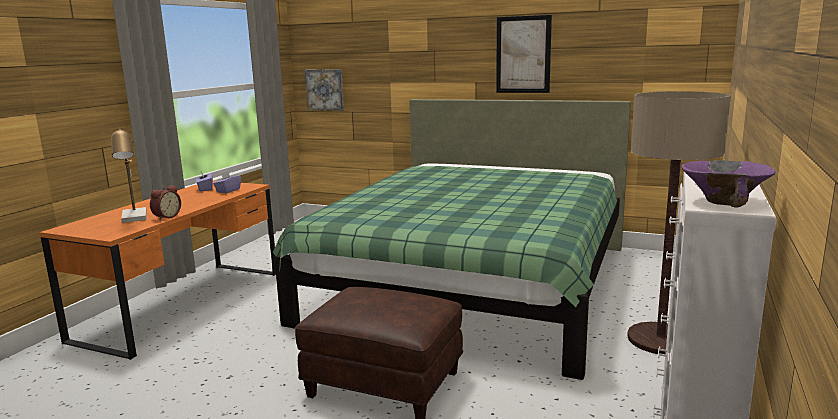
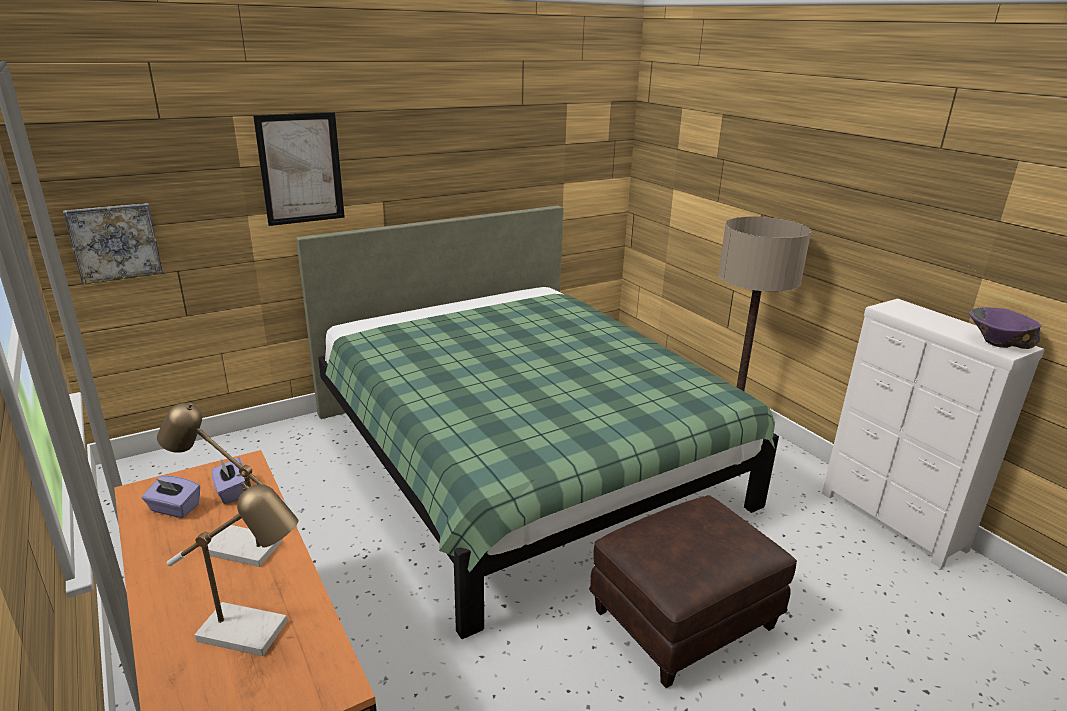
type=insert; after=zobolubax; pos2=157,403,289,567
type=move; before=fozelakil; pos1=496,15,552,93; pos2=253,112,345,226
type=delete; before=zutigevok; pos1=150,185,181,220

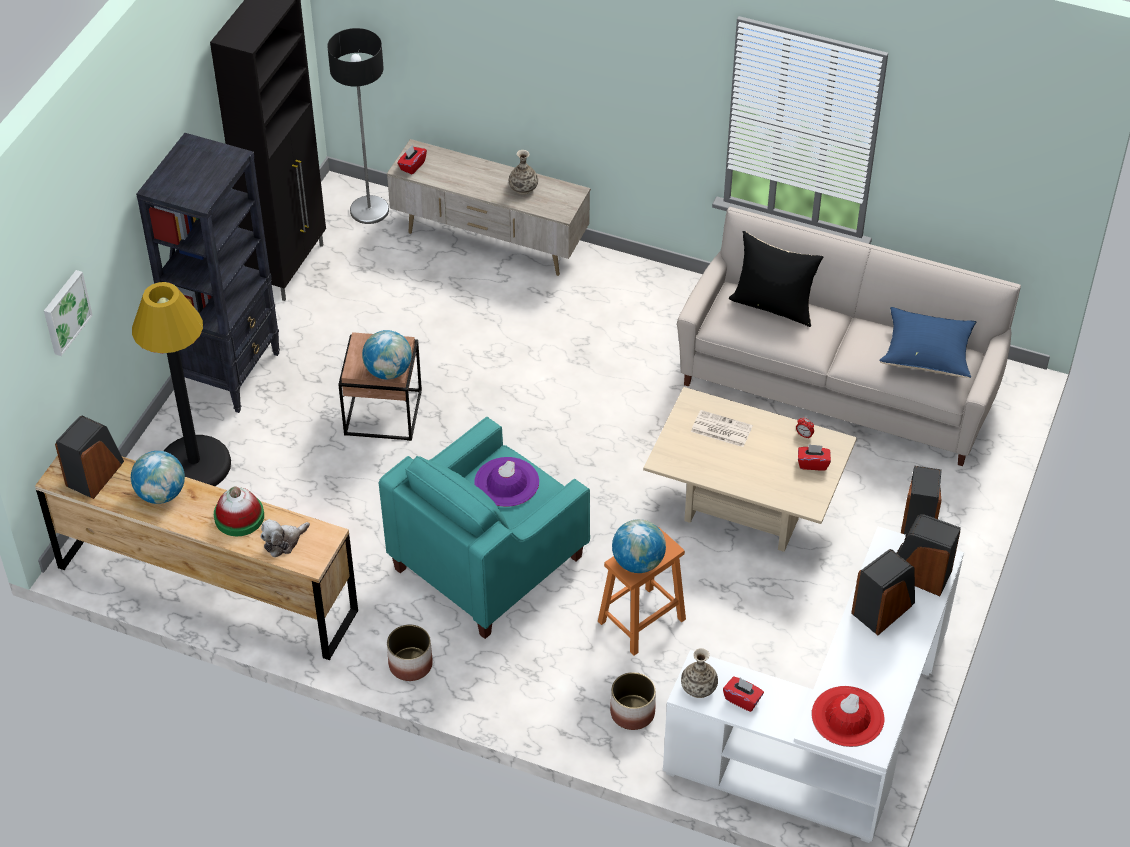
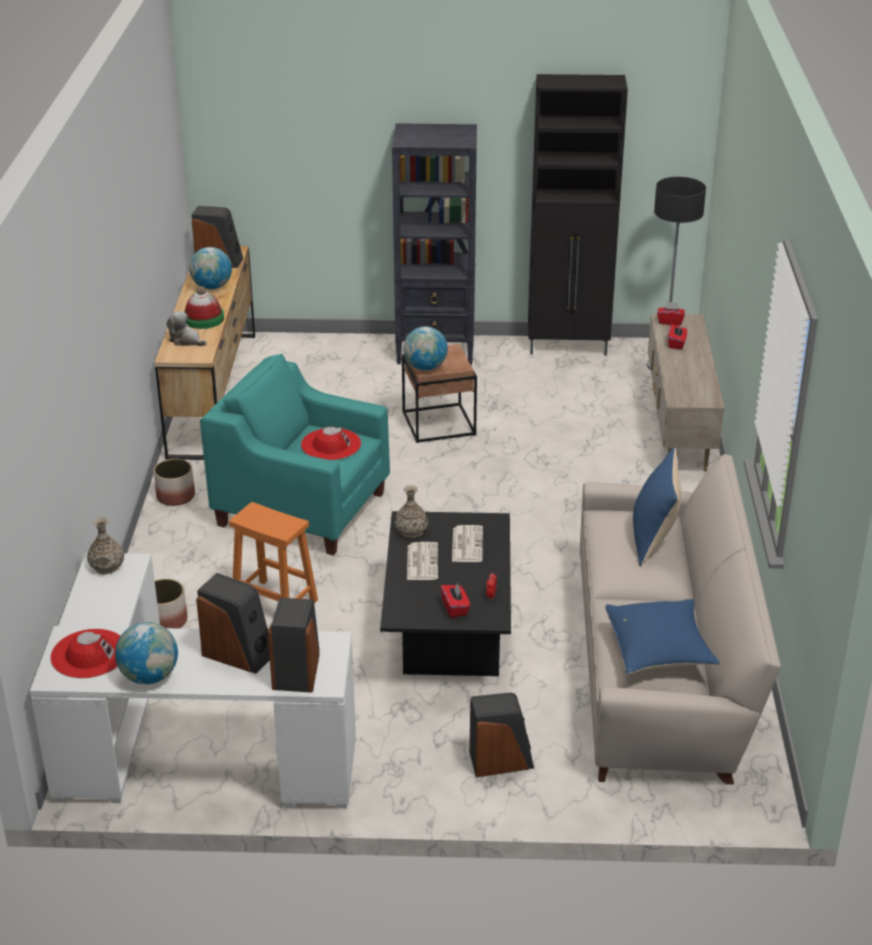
type=move; before=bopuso; pos1=612,519,666,573; pos2=115,622,178,684
type=recolor; before=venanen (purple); after=venanen (red); pos1=474,457,539,507; pos2=301,427,361,460
type=recolor; before=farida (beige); after=farida (black); pos1=643,387,857,552; pos2=380,511,511,676
type=move; before=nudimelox; pos1=509,150,538,194; pos2=394,485,428,538
type=insert; after=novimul; pos2=407,542,438,580
type=recolor; before=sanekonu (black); after=sanekonu (blue); pos1=729,231,823,327; pos2=633,448,681,566
type=move; before=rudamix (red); pos1=723,677,764,712; pos2=668,324,687,349
type=delete; before=fozelakil; pos1=44,270,93,356
type=delete; before=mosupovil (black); pos1=132,282,231,486

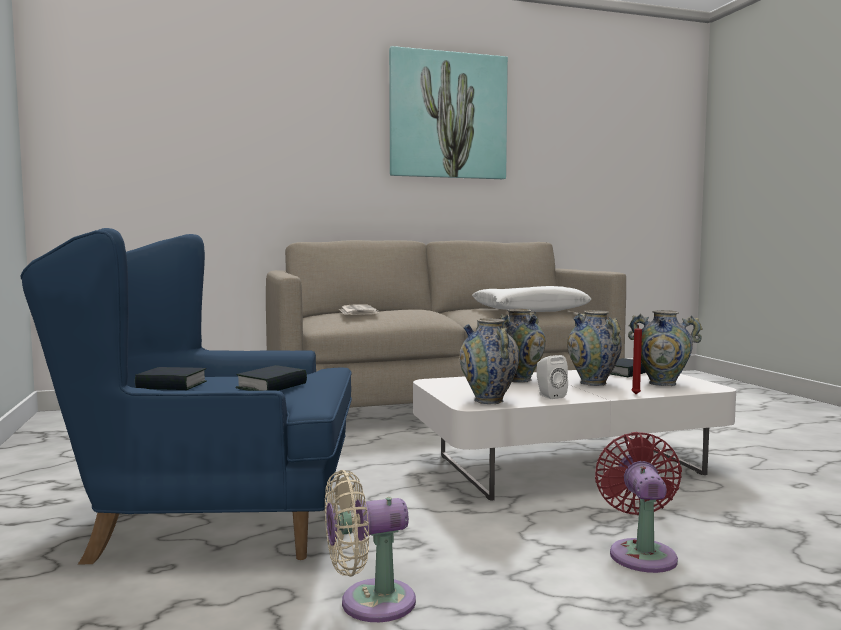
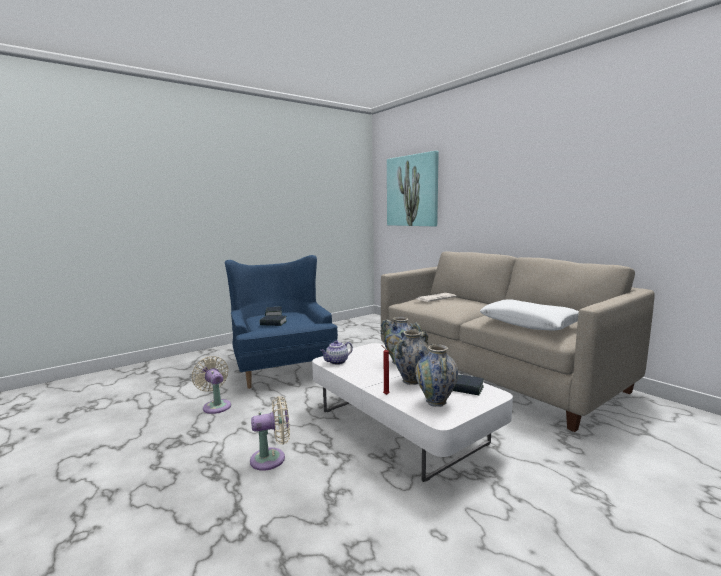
type=recolor; before=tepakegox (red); after=tepakegox (beige); pos1=595,432,682,573; pos2=250,396,290,471
type=replace; before=nudimelox; after=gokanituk; pos1=459,318,520,404; pos2=320,340,353,365
type=move; before=fozelakil; pos1=389,46,508,179; pos2=387,151,439,227
type=delete; before=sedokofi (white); pos1=537,355,568,399

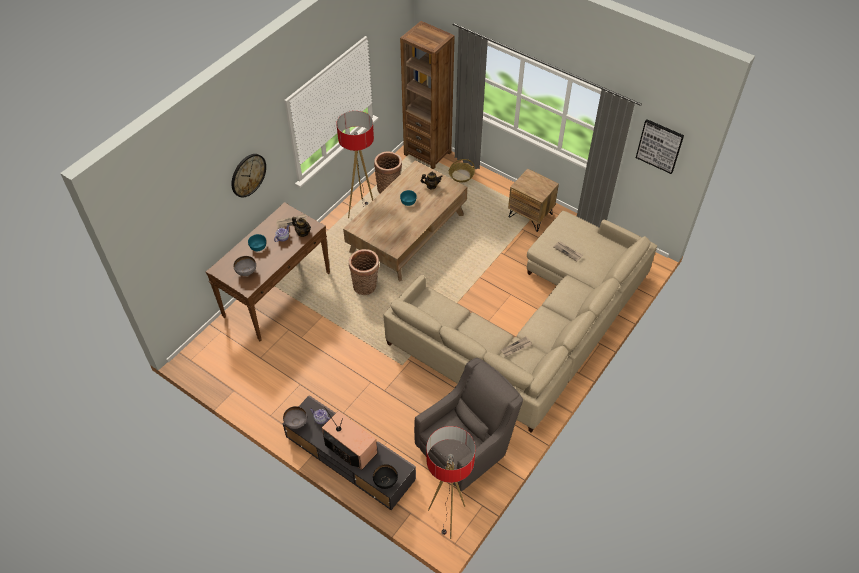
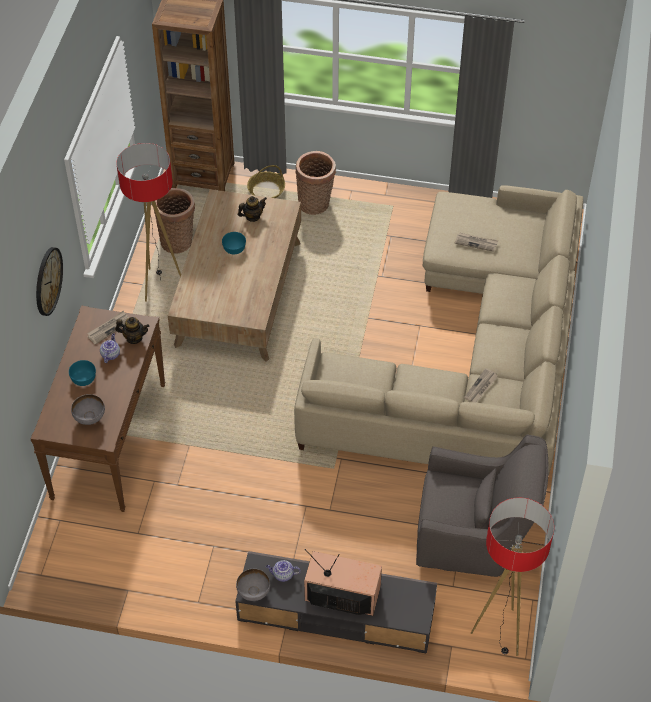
type=move; before=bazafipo; pos1=349,249,379,295; pos2=295,151,336,215
type=rotate; before=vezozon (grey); pos1=414,358,523,491; pos2=416,435,549,577; turn=75
type=delete; before=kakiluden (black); pos1=373,464,398,489
type=delete; before=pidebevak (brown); pos1=508,169,559,232
type=delete; before=fozelakil; pos1=636,119,684,174

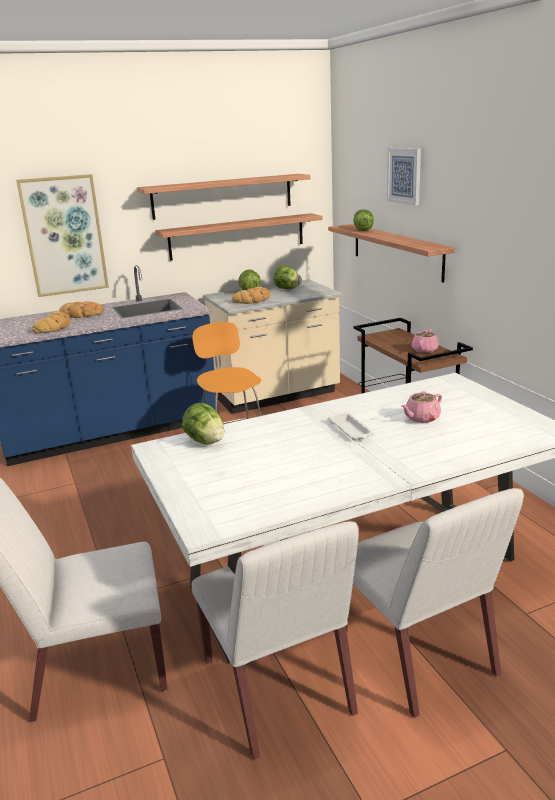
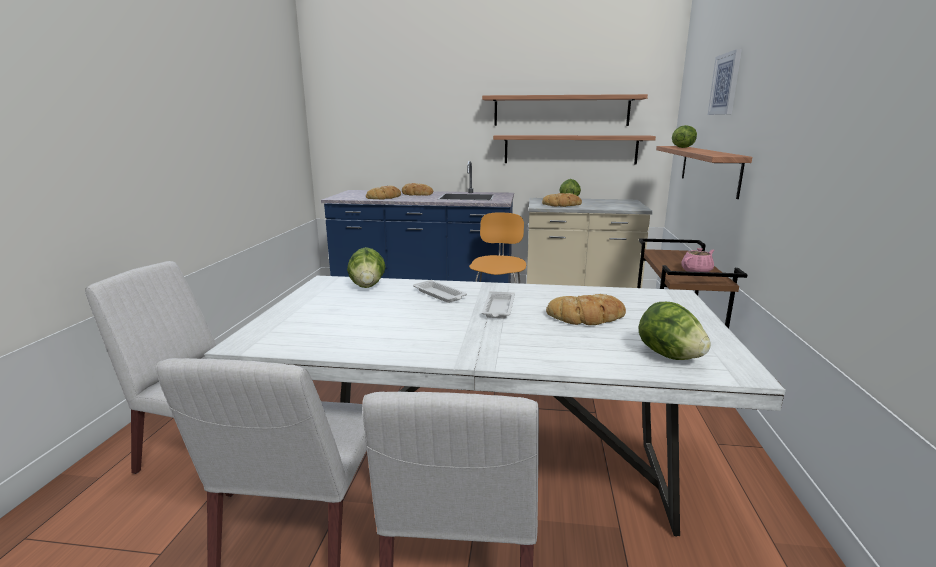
type=insert; after=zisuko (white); pos2=413,280,467,303
type=replace; before=gokanituk (pink); after=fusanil; pos1=401,391,442,423; pos2=546,294,626,325
type=move; before=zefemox; pos1=273,266,302,289; pos2=639,302,711,360
type=delete; before=fozelakil; pos1=16,174,109,297

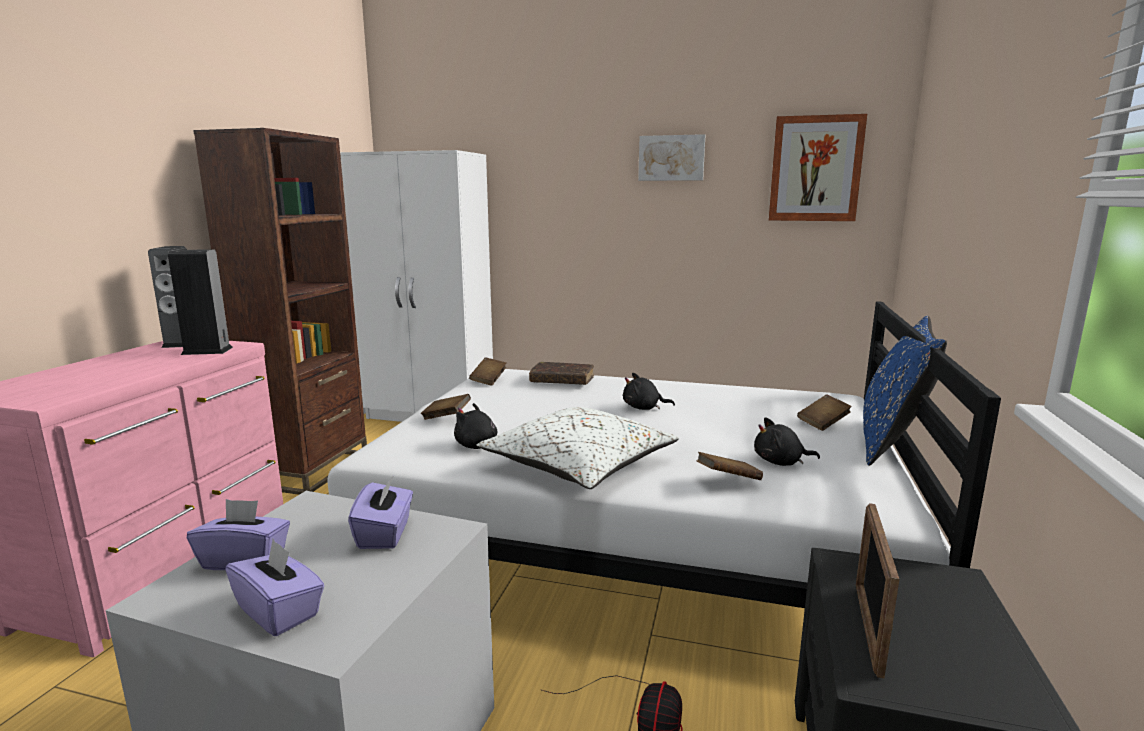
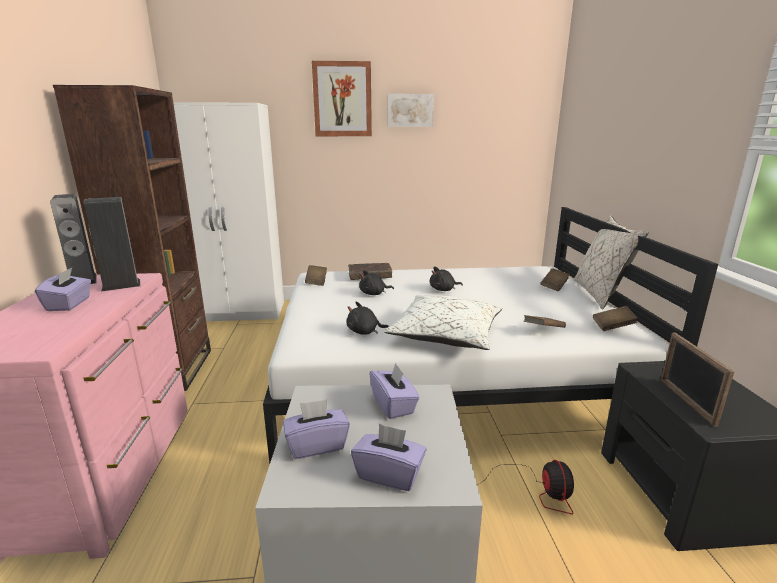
type=insert; after=rudamix (purple); pos2=35,268,91,311
type=move; before=fozelakil; pos1=769,114,867,221; pos2=312,61,372,136
type=move; before=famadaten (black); pos1=754,417,820,466; pos2=359,270,394,295
type=recolor; before=sanekonu (blue); after=sanekonu (beige); pos1=863,316,947,466; pos2=574,215,649,309
type=move; before=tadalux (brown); pos1=421,394,471,420; pos2=593,306,638,331

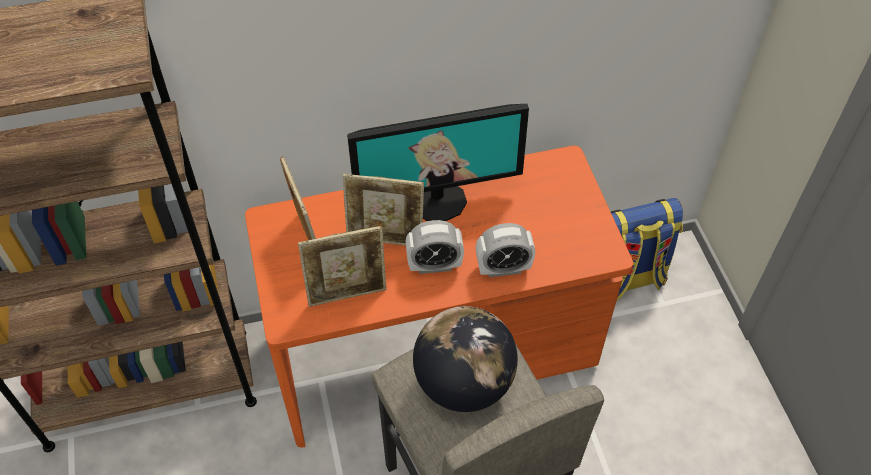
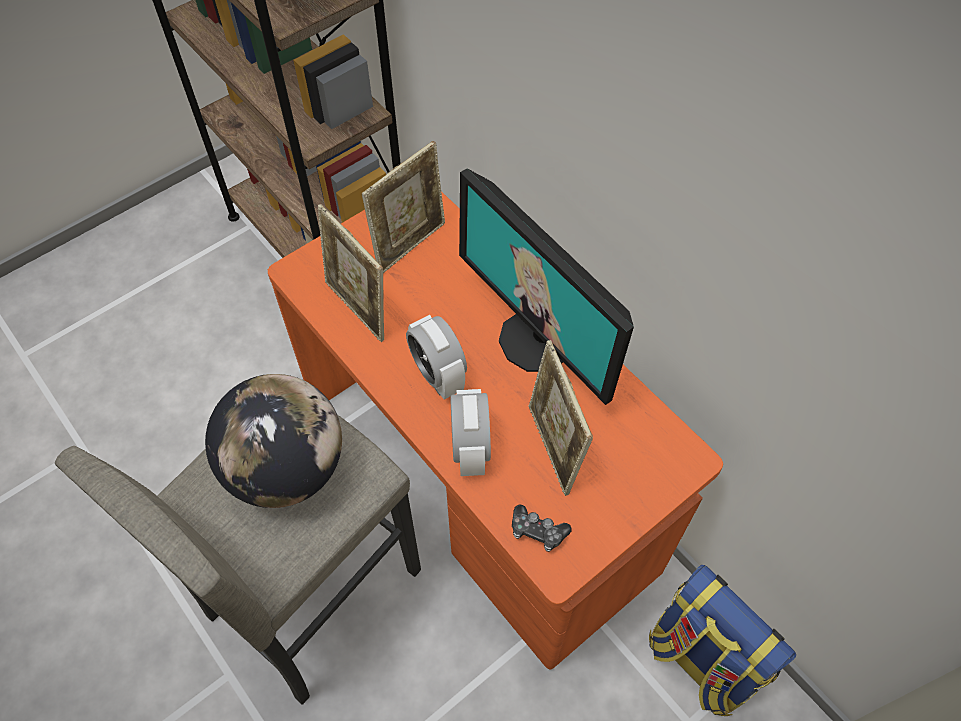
type=rotate; before=zutigevok; pos1=476,223,535,277; pos2=450,389,491,476; turn=-150
type=insert; after=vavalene; pos2=512,504,571,552
type=move; before=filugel; pos1=343,174,424,245; pos2=528,340,593,496

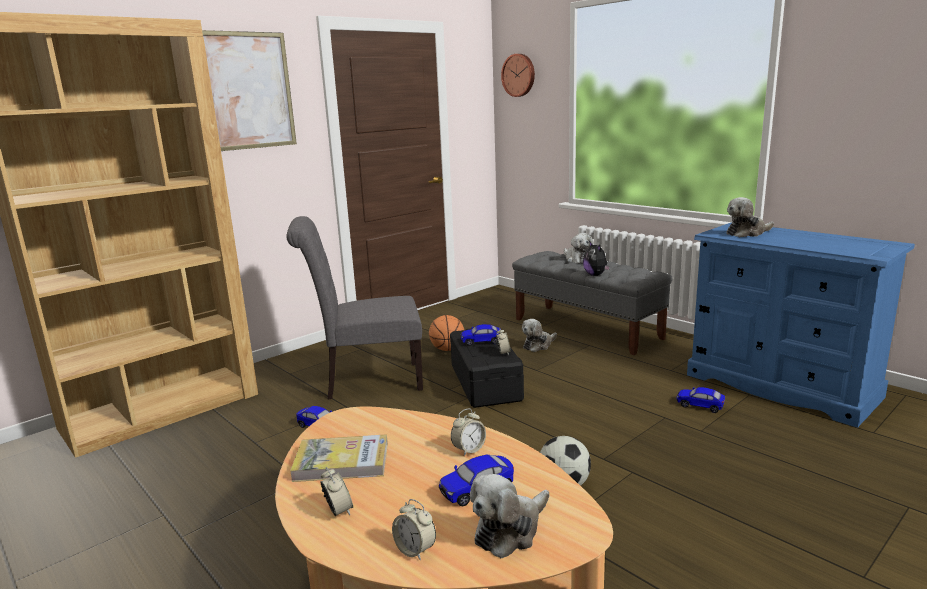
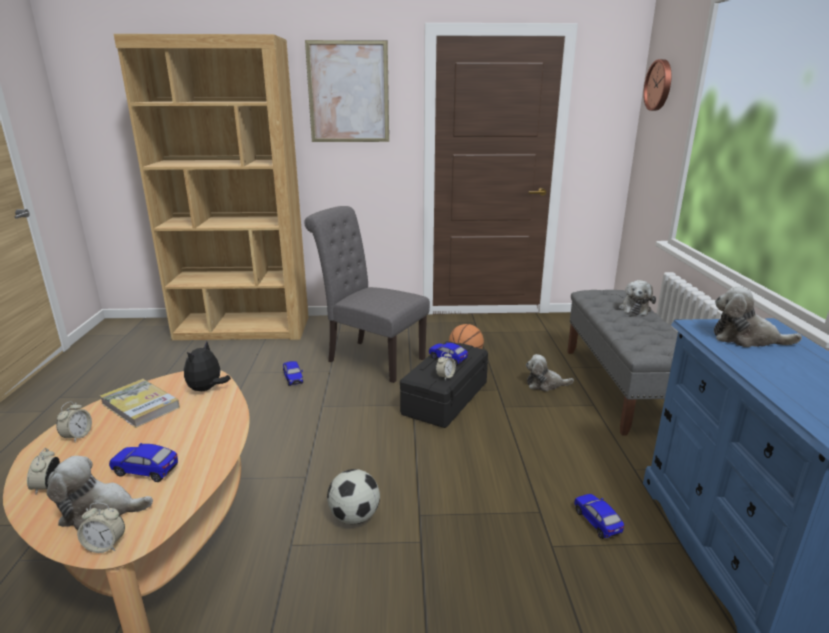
type=move; before=zutigevok; pos1=451,409,486,456; pos2=77,503,125,553
type=move; before=famadaten; pos1=583,241,610,276; pos2=184,341,231,391

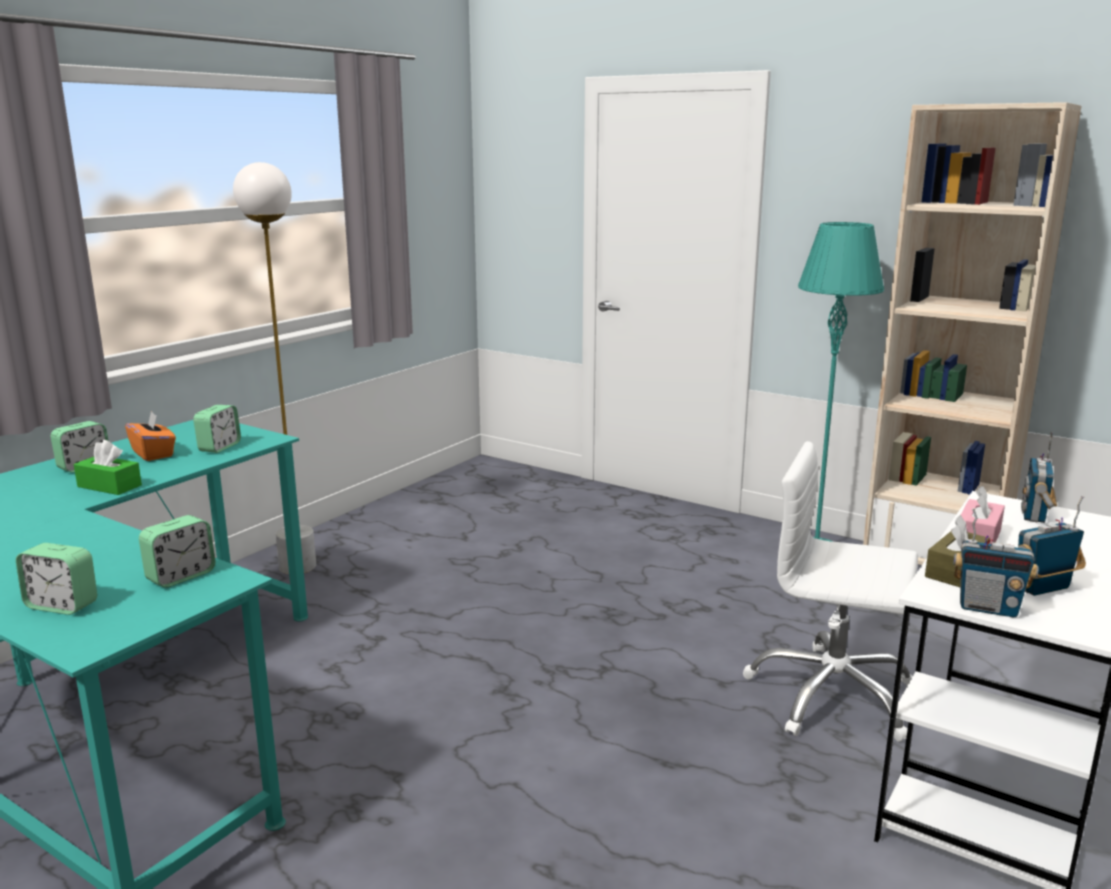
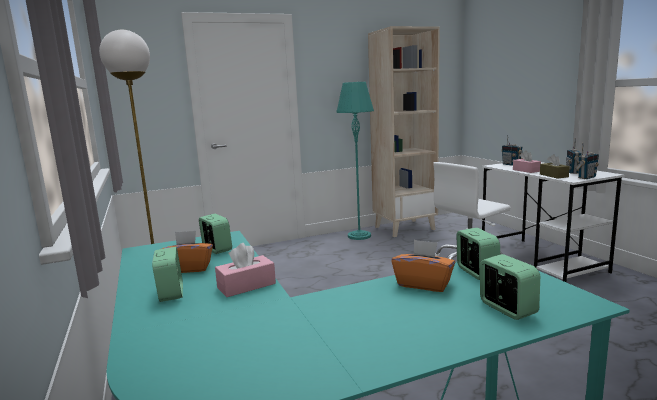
type=recolor; before=rudamix (green); after=rudamix (pink); pos1=74,440,142,495; pos2=215,243,276,297
type=insert; after=rudamix (orange); pos2=392,240,455,292
type=rotate; before=zutigevok; pos1=16,543,97,615; pos2=480,254,540,320; turn=-75

